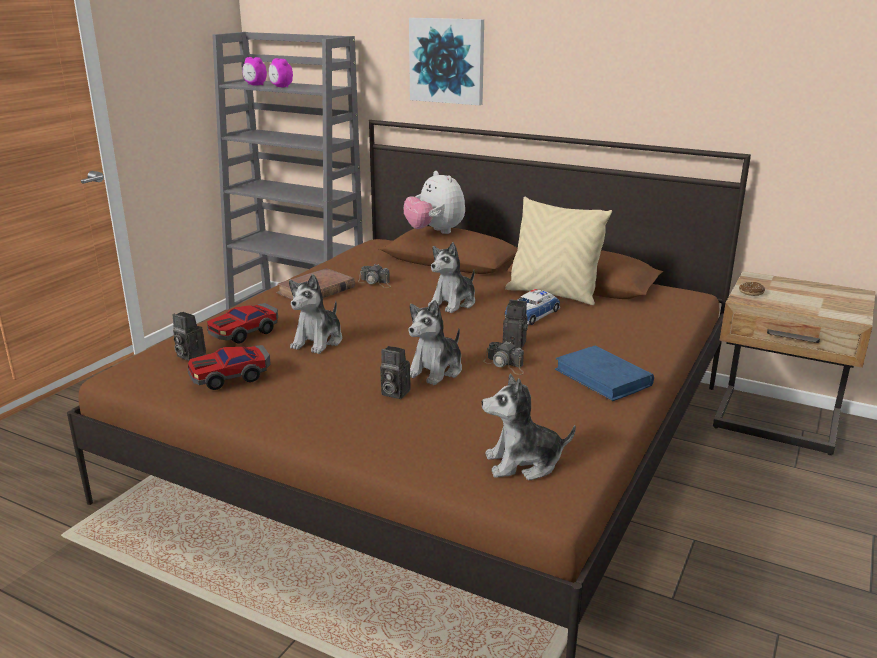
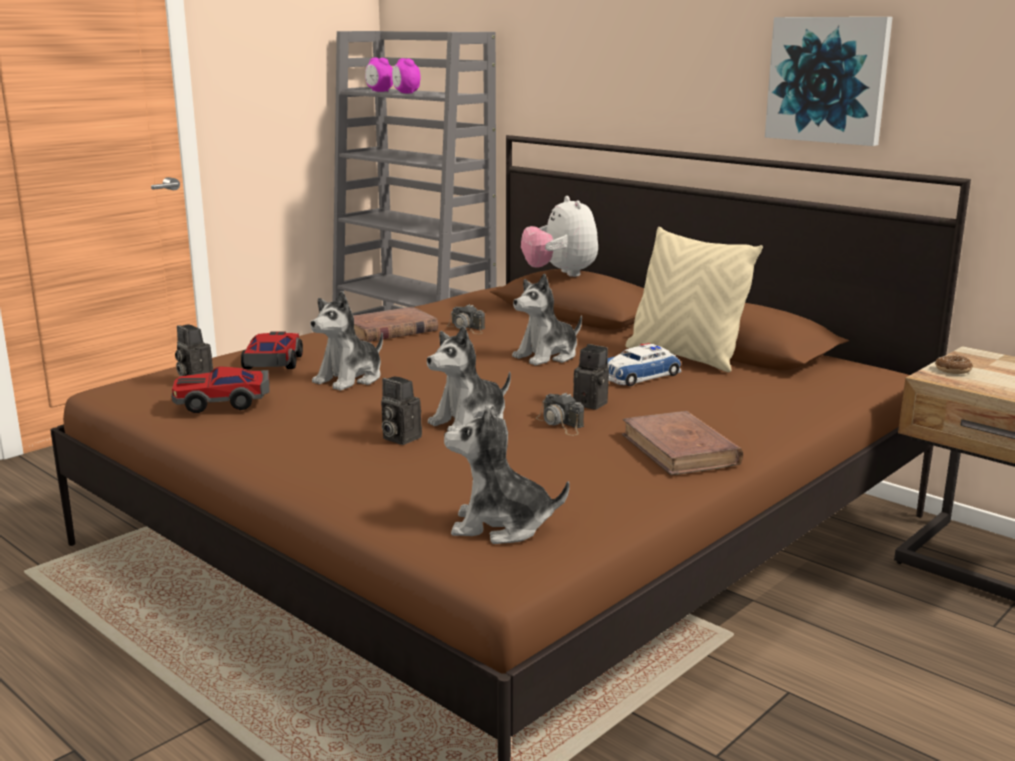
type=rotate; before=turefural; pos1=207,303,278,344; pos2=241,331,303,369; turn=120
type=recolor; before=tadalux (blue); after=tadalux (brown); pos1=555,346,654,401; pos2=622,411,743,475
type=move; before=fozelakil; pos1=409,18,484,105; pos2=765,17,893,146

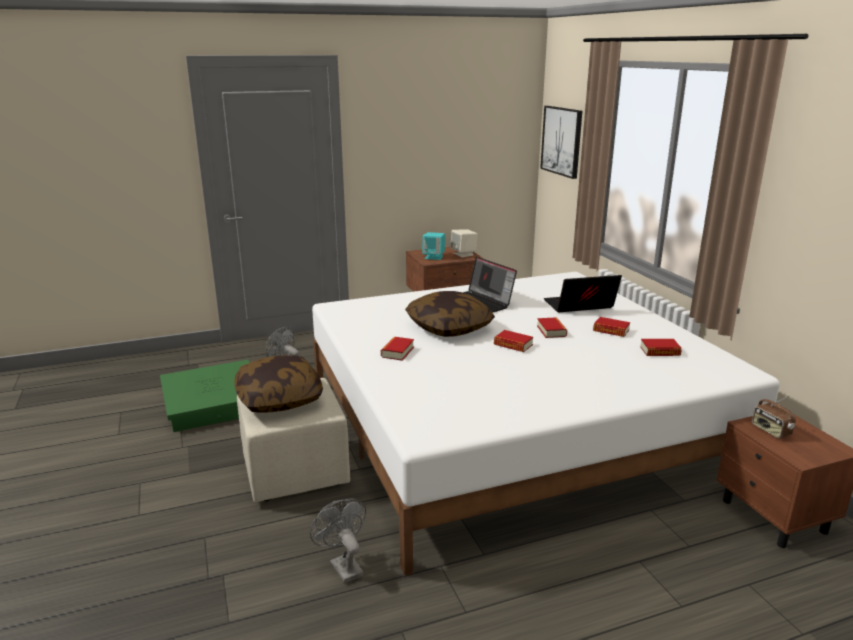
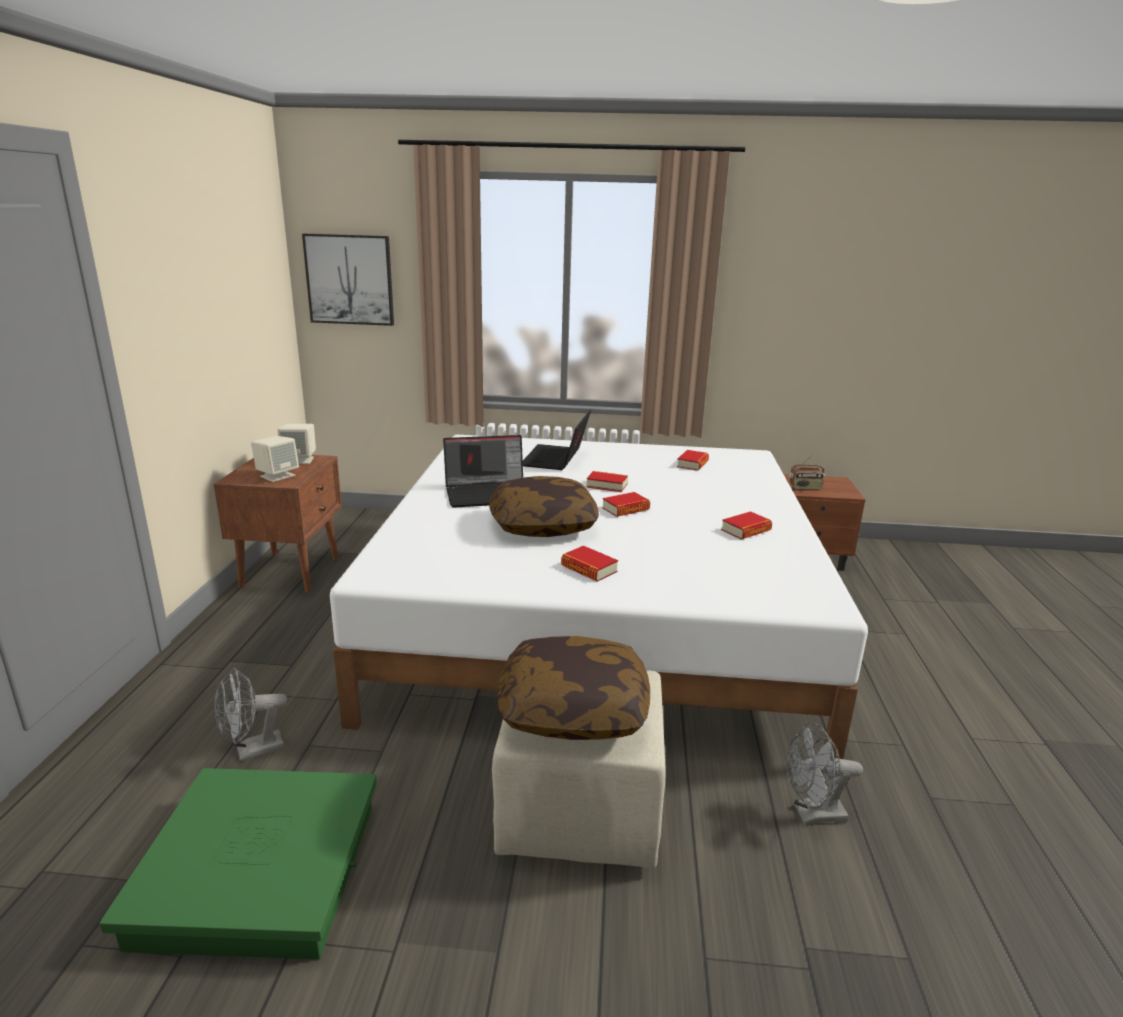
type=recolor; before=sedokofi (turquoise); after=sedokofi (beige); pos1=422,232,445,260; pos2=251,436,299,482
type=move; before=tadalux; pos1=593,317,630,337; pos2=721,511,772,539

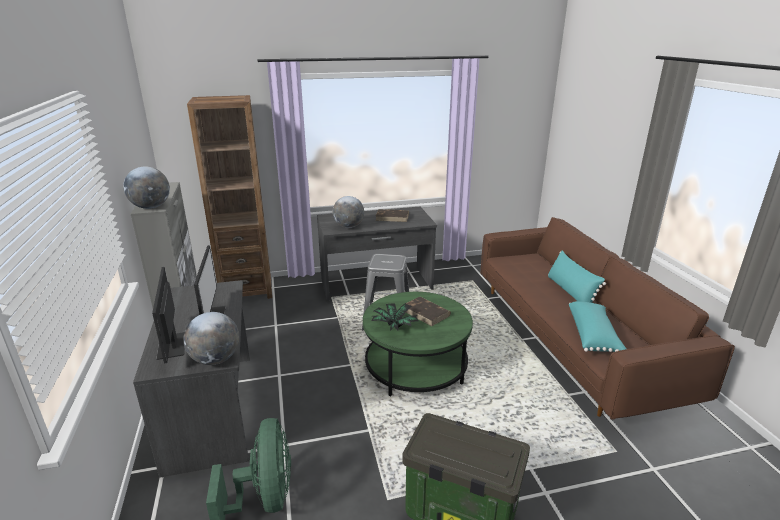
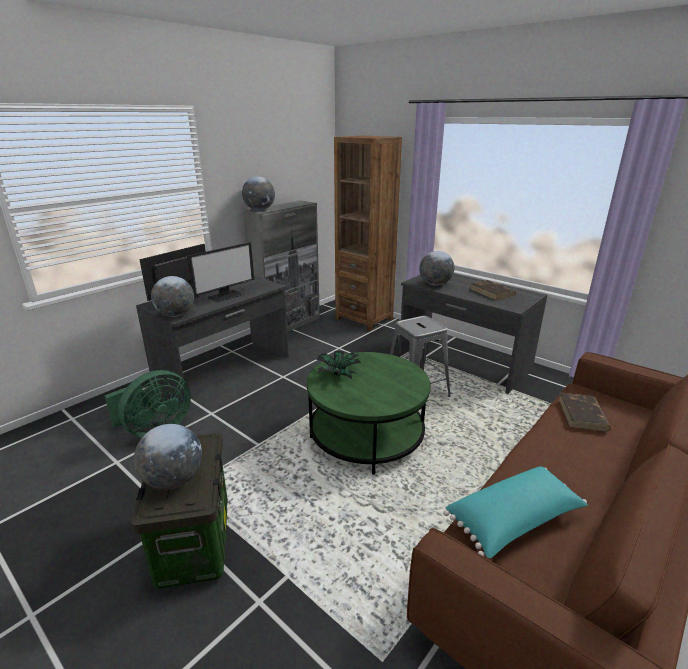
type=insert; after=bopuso; pos2=134,424,202,490
type=move; before=tadalux (brown); pos1=406,297,451,326; pos2=559,393,611,431
type=delete; before=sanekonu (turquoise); pos1=548,250,606,303

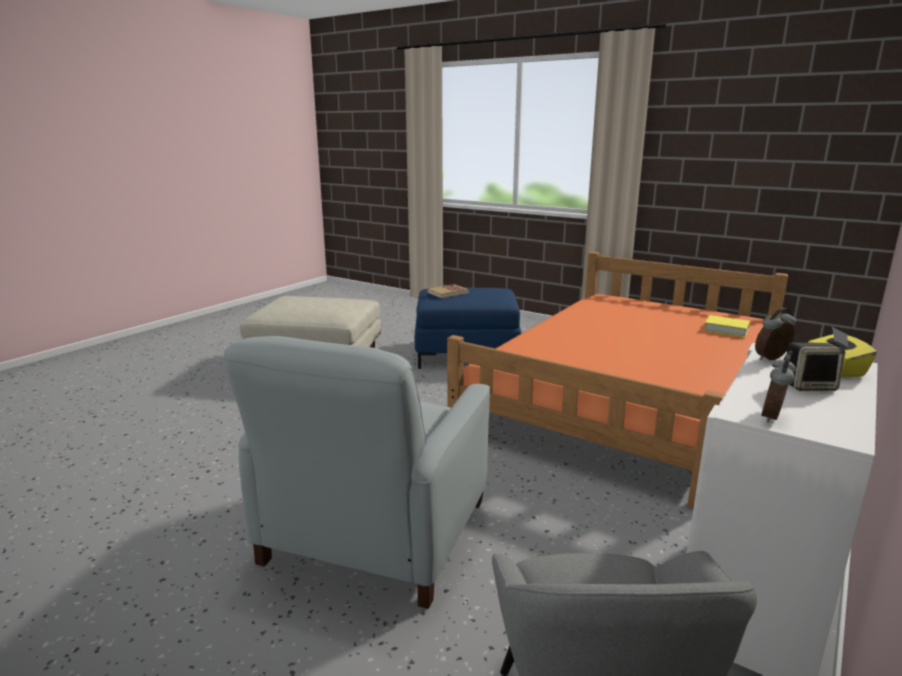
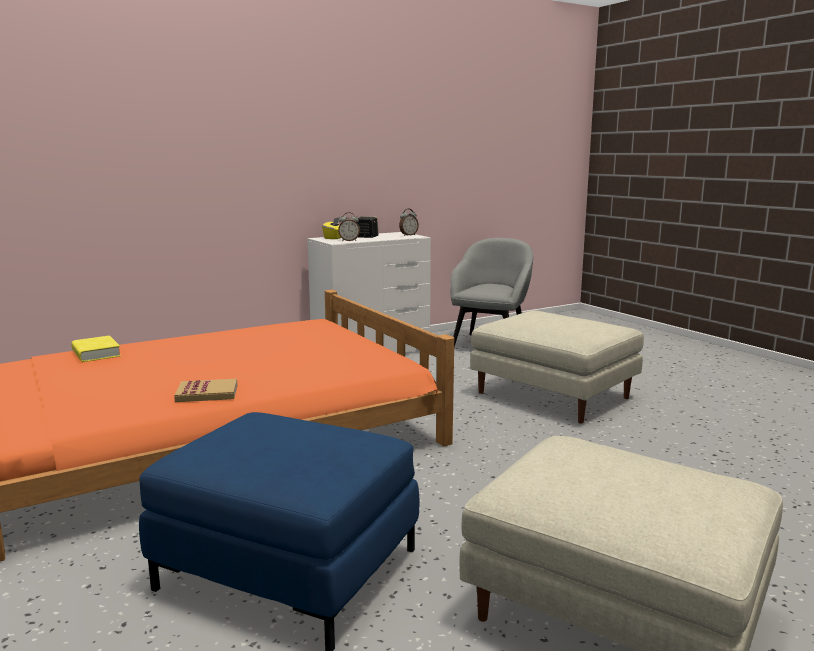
type=move; before=tadalux; pos1=427,284,469,298; pos2=174,379,237,402
type=replace; before=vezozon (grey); after=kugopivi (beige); pos1=224,336,490,609; pos2=470,311,644,424

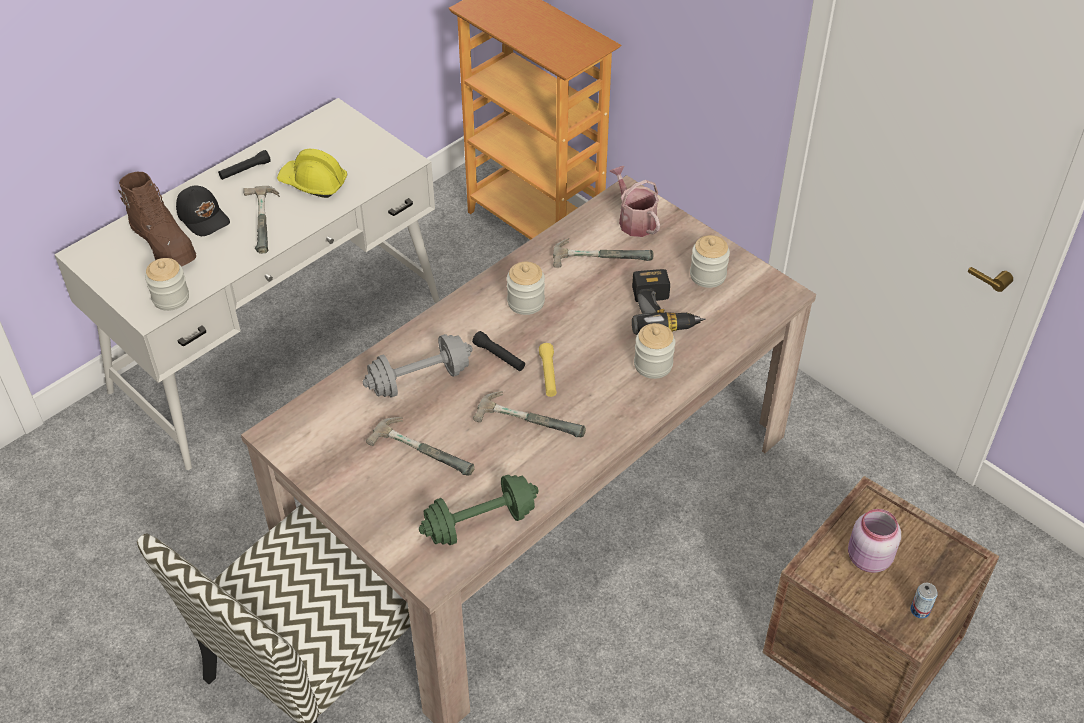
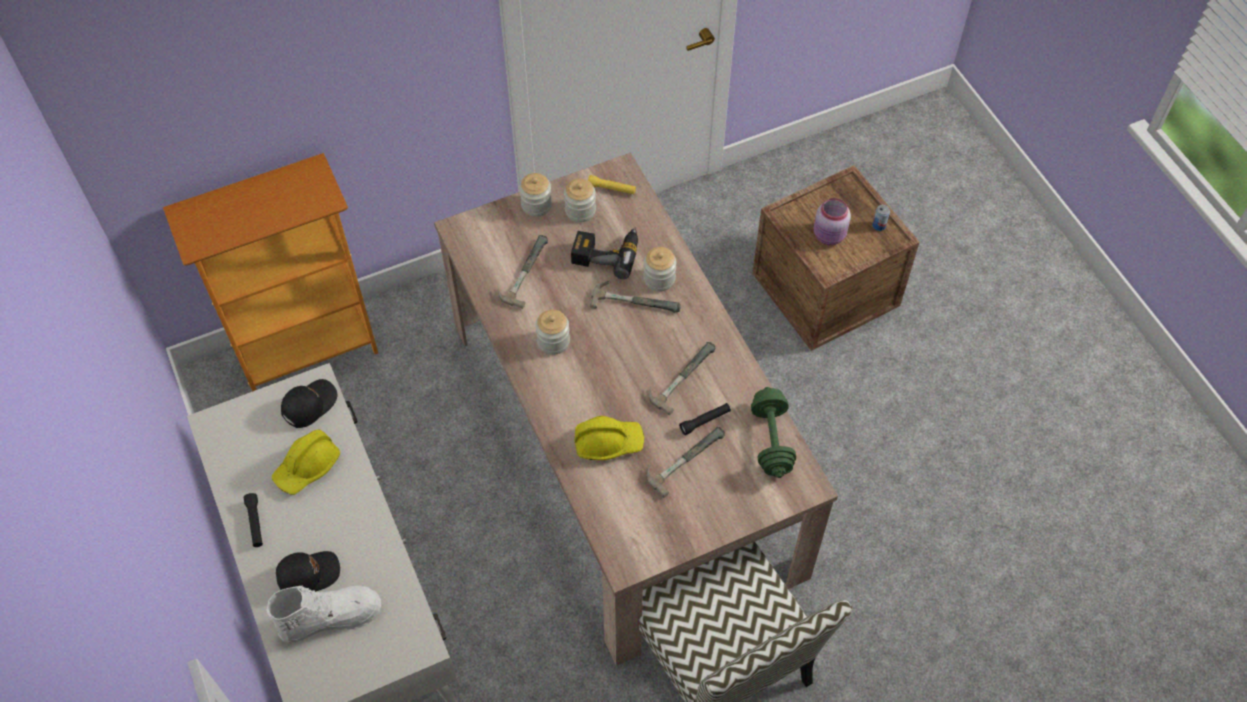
type=recolor; before=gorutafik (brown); after=gorutafik (white); pos1=118,172,196,267; pos2=266,585,381,643
type=insert; after=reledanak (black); pos2=281,379,337,428
type=move; before=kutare; pos1=145,258,189,311; pos2=519,173,552,217
type=replace; before=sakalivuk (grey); after=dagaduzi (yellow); pos1=363,334,473,398; pos2=575,416,644,460
type=move; before=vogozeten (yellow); pos1=539,343,557,397; pos2=588,175,636,194
type=move; before=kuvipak; pos1=243,186,280,254; pos2=590,281,681,313
type=move; before=vogozeten (black); pos1=472,331,525,371; pos2=679,403,731,435
type=delete; before=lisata; pos1=610,166,660,237

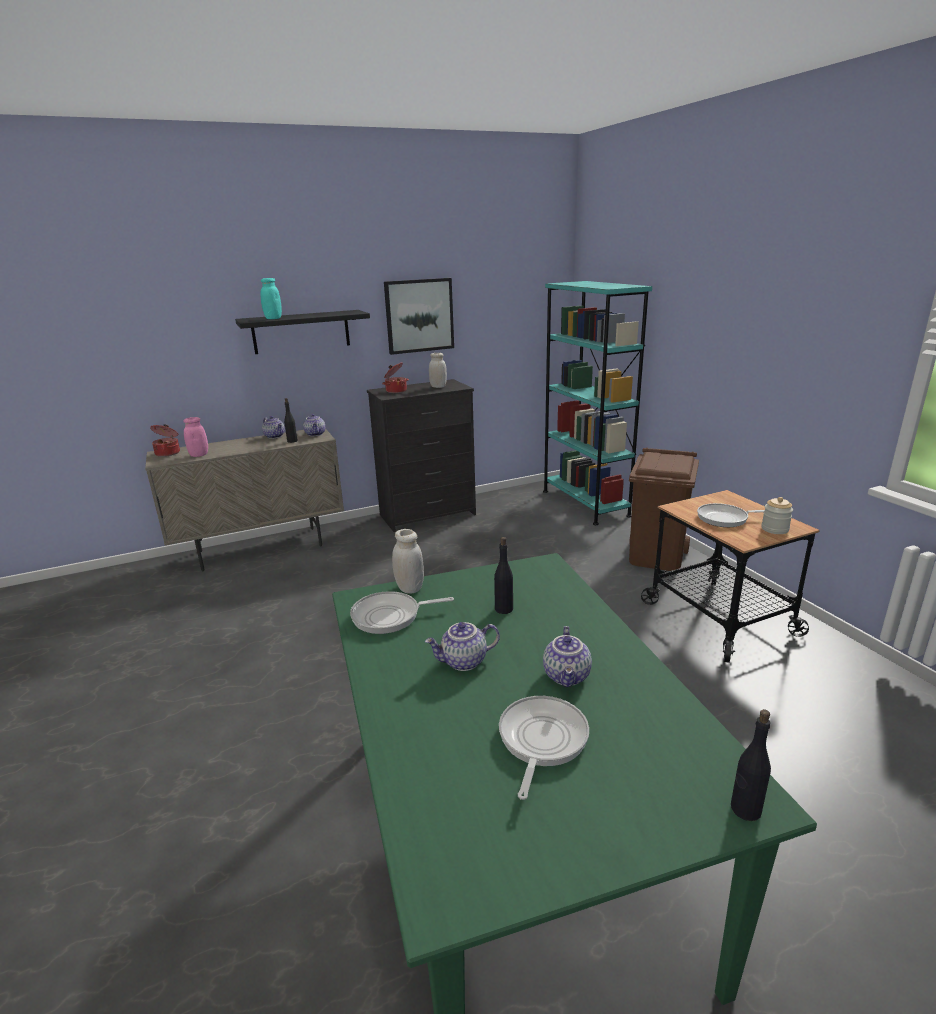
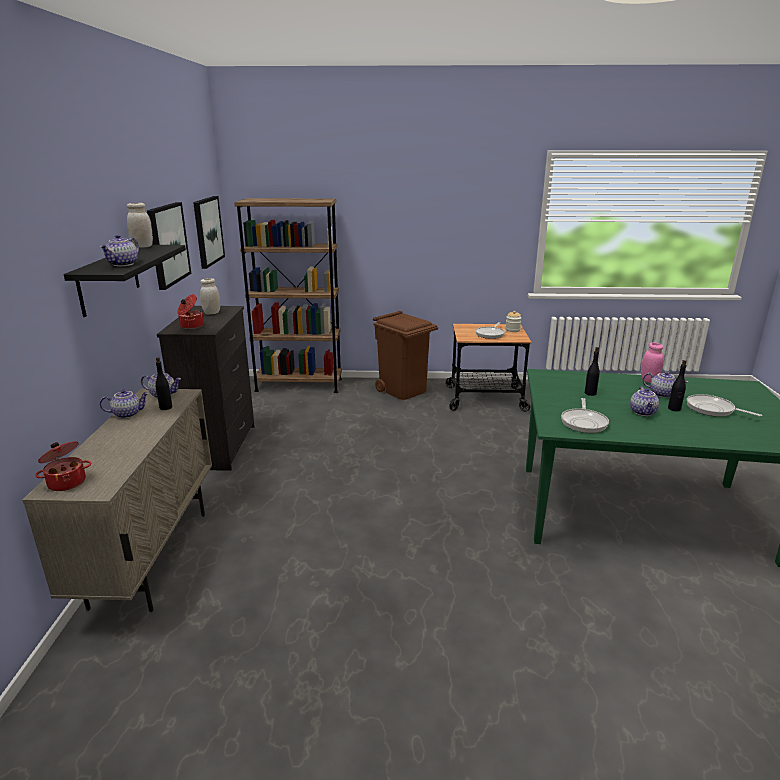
type=replace; before=kutare (turquoise); after=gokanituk; pos1=261,278,282,319; pos2=100,235,139,266
type=move; before=kutare (white); pos1=392,529,424,594; pos2=127,203,153,248
type=insert; after=fozelakil; pos2=193,196,225,269
type=recolor; before=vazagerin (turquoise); after=vazagerin (brown); pos1=543,281,652,525; pos2=234,198,342,393
type=move; before=kutare (pink); pos1=183,417,208,457; pos2=641,343,663,383
type=move; before=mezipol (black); pos1=731,709,771,821; pos2=668,360,687,411

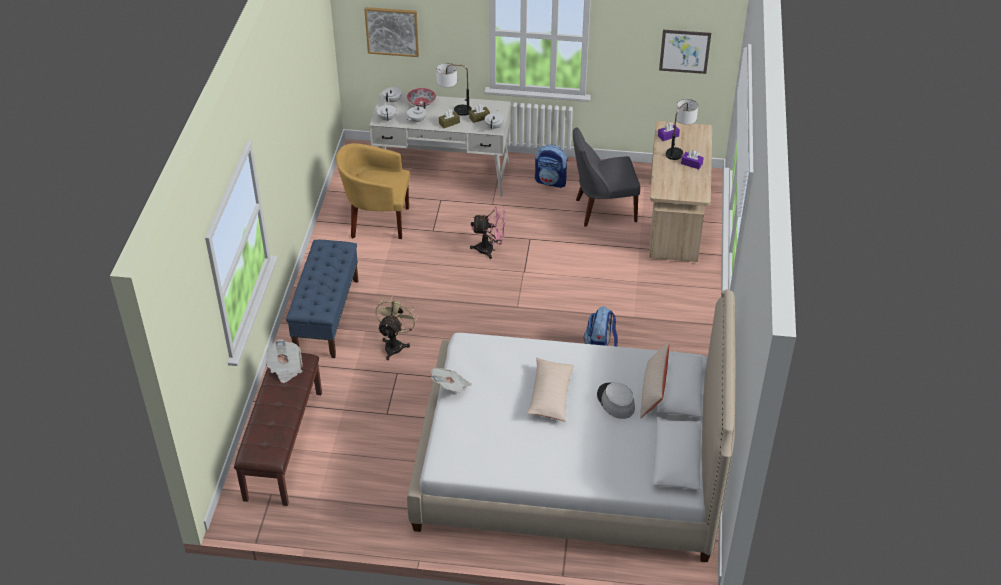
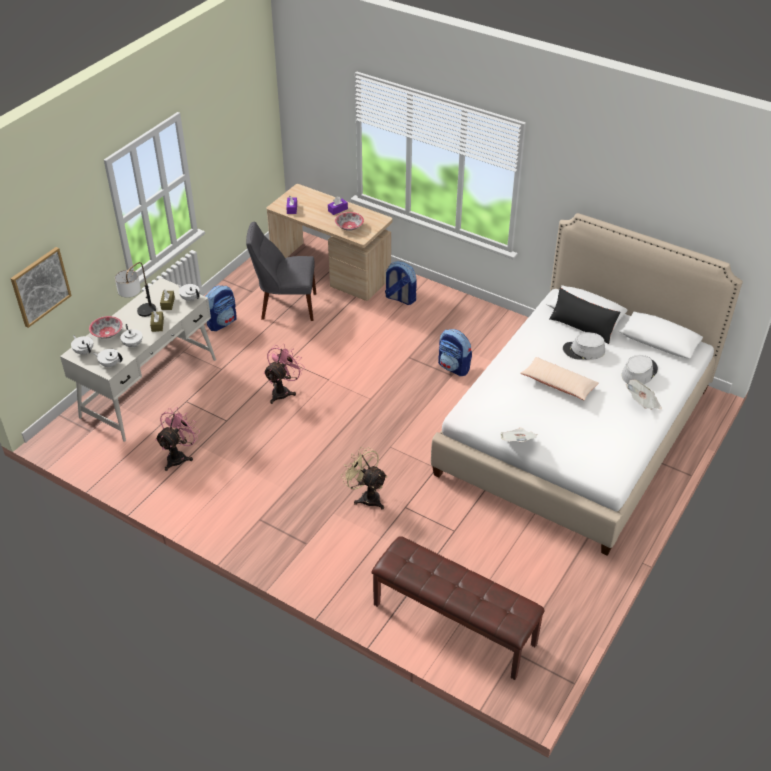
type=replace; before=vezozon (yellow); after=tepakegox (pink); pos1=336,143,410,239; pos2=155,407,200,471
type=rotate; before=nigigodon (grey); pos1=573,127,640,227; pos2=246,222,316,321; turn=75
type=insert; after=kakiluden; pos2=335,212,364,231
type=insert; after=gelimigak; pos2=385,261,417,305
type=recolor; before=sanekonu (beige); after=sanekonu (black); pos1=640,342,670,419; pos2=549,288,620,344
type=insert; after=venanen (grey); pos2=622,355,658,384
type=move; before=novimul; pos1=266,339,303,383; pos2=626,380,662,410
type=delete; before=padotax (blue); pos1=286,240,358,358
type=delete; before=fozelakil; pos1=659,29,711,74
type=delete; before=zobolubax; pos1=666,99,698,160

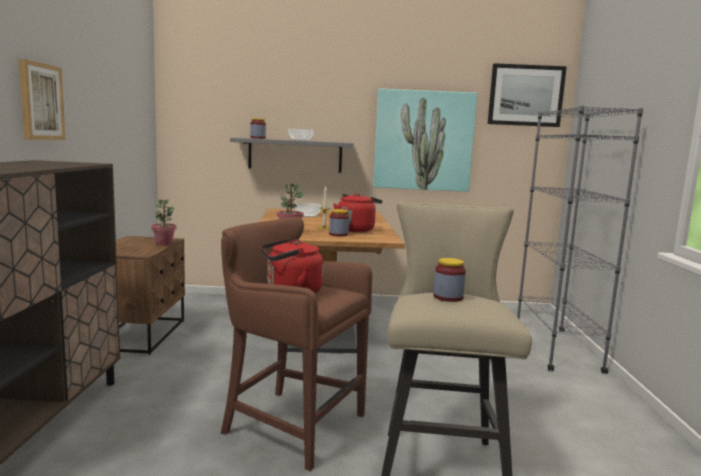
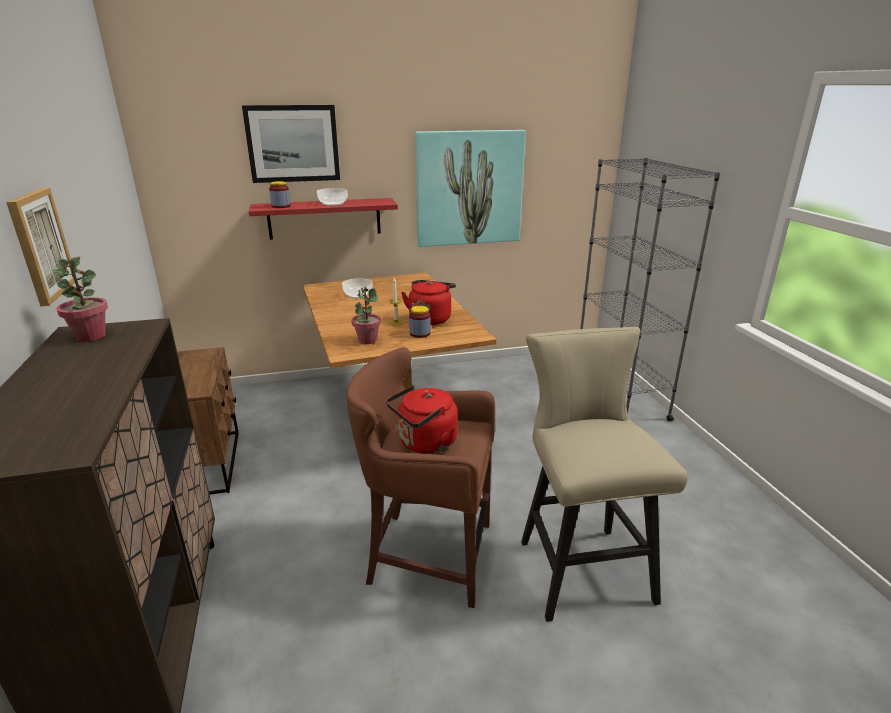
type=move; before=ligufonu; pos1=151,199,176,246; pos2=52,257,108,342
type=move; before=fozelakil; pos1=488,63,567,127; pos2=242,105,340,183
type=recolor; before=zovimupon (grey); after=zovimupon (red); pos1=230,138,354,173; pos2=248,198,398,240
type=delete; before=kutare; pos1=433,258,466,302

